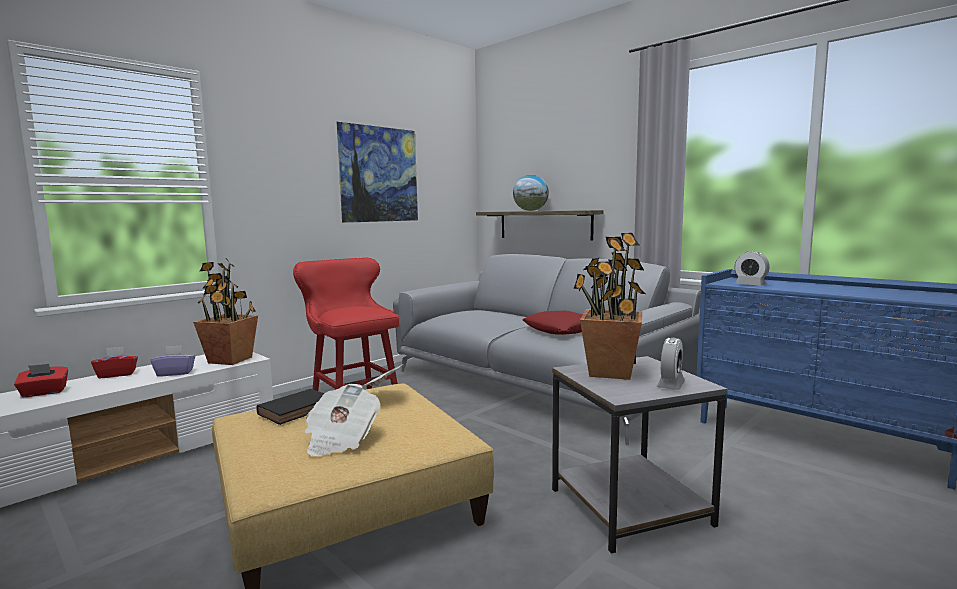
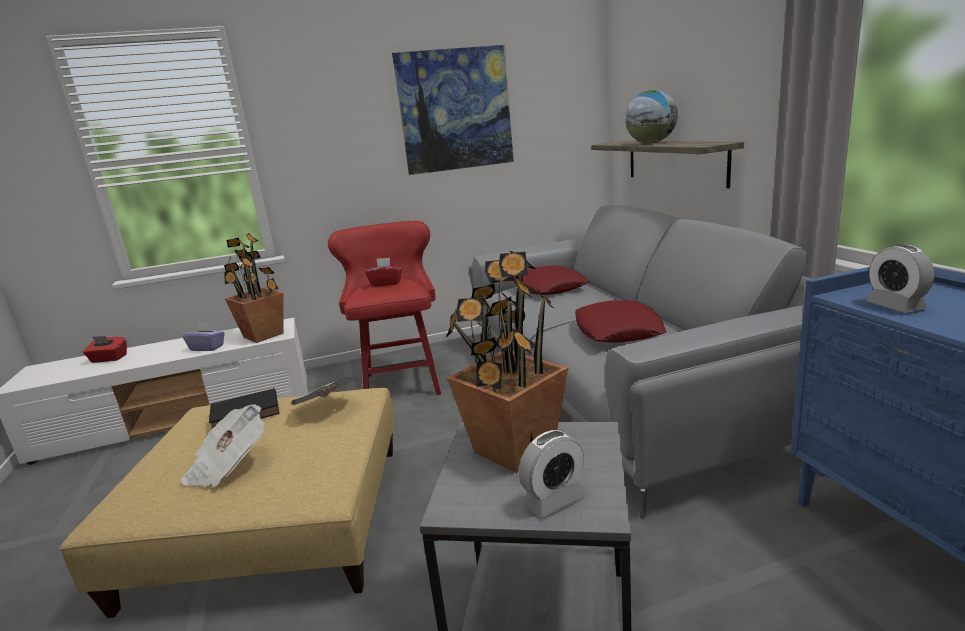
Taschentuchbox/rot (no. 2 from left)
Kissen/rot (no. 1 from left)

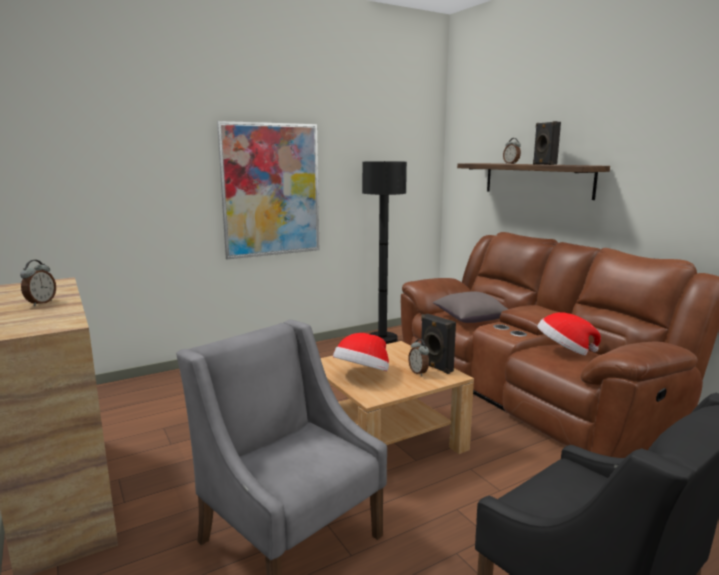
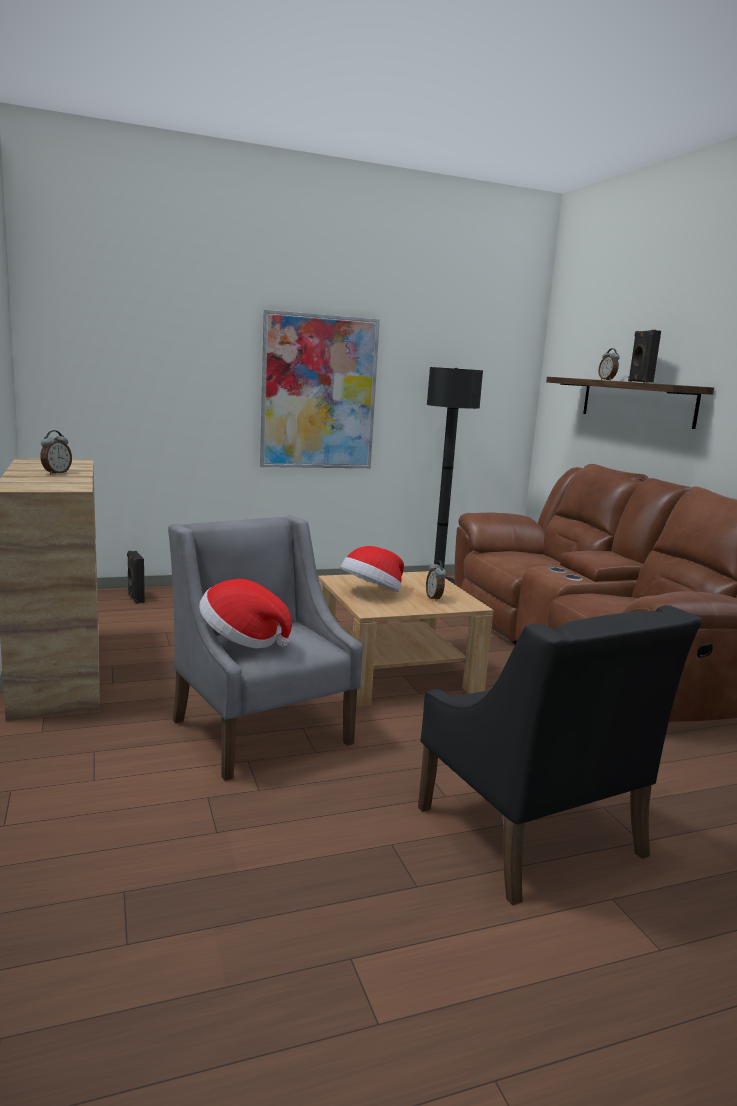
Kissen/grau
Hut (no. 1 from left)
Lautsprecher/schwarz (no. 1 from left)

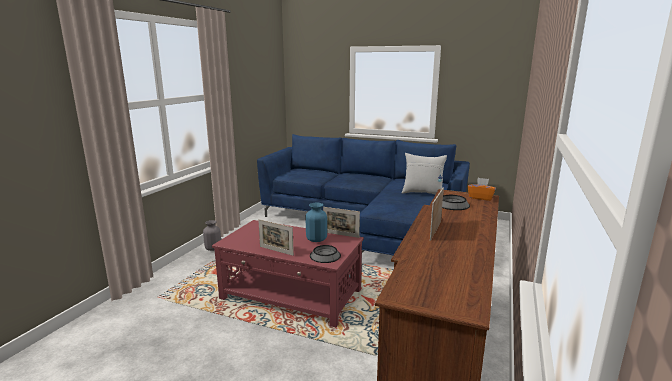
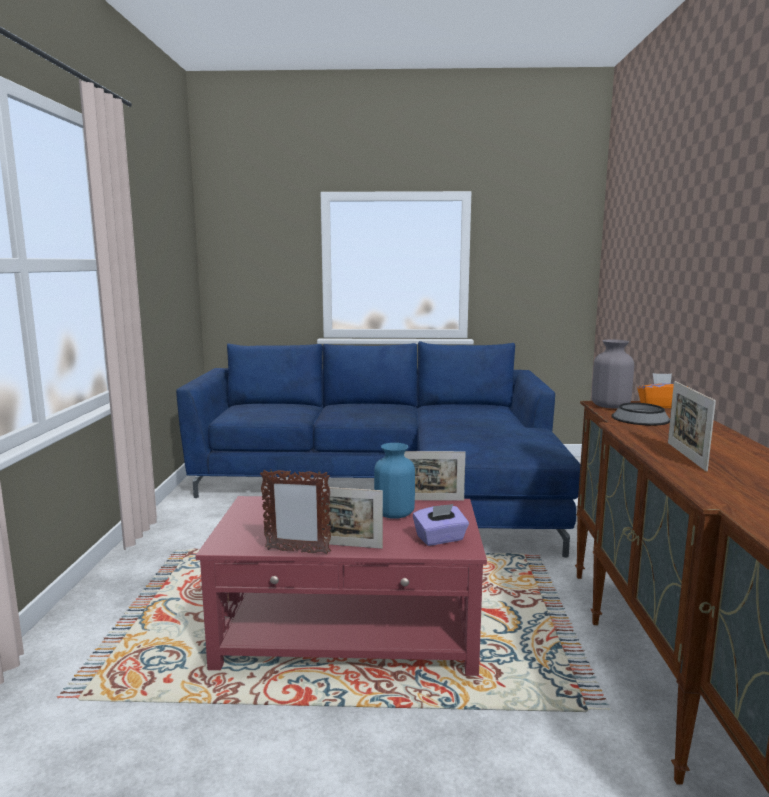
Kissen/grau
Vase/grau
Taschentuchbox/lila
Bilderrahmen (no. 1 from left)

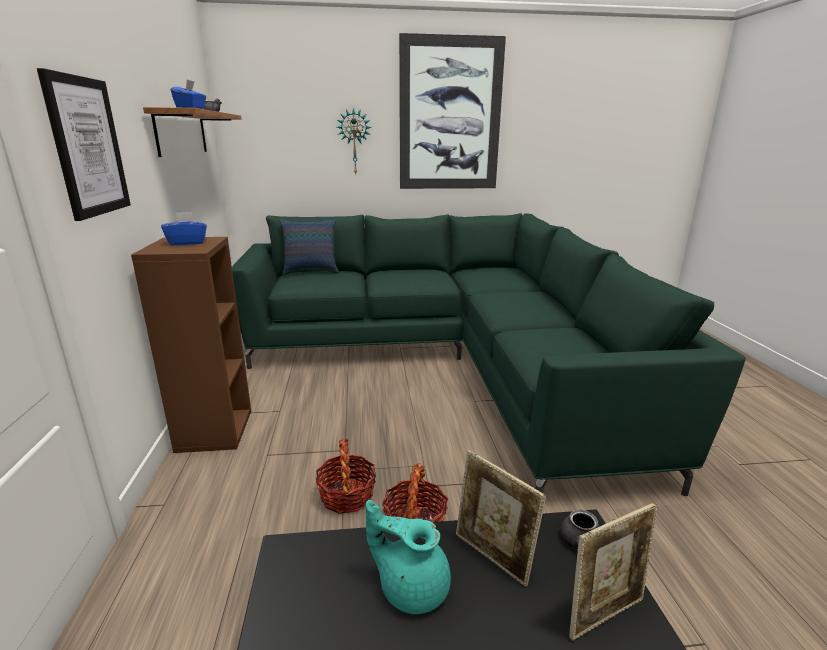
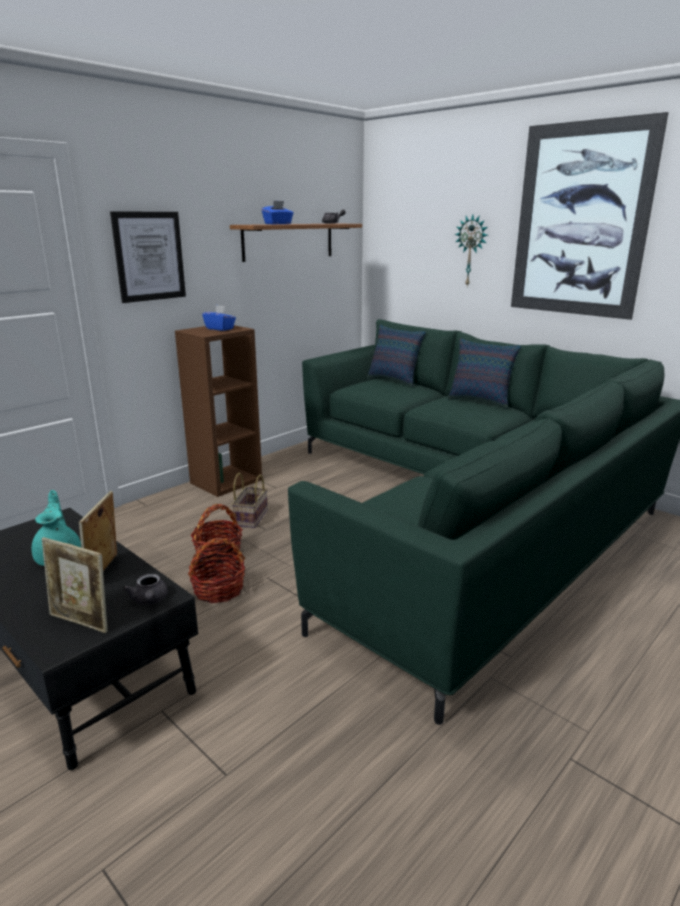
Kissen/blau (no. 2 from left)
Korb (no. 3 from left)

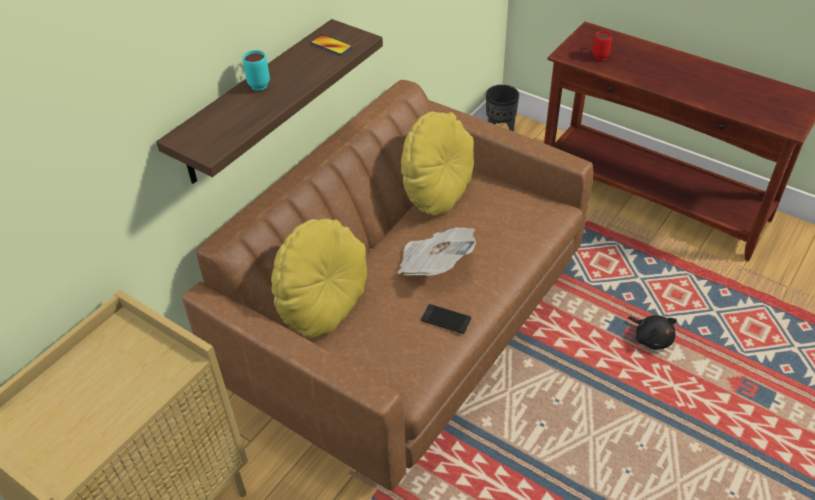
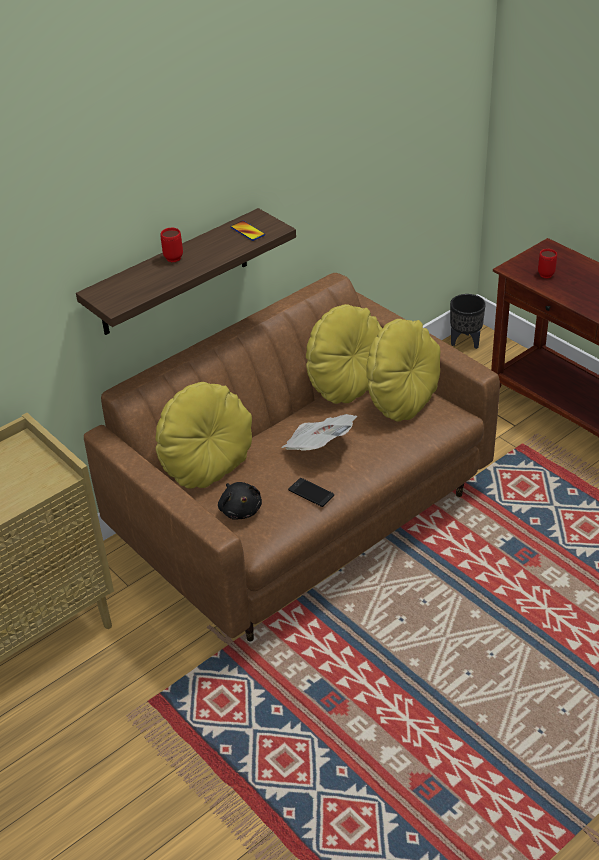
Henkelbecher/rot (no. 1 from left)
Plüschtier/schwarz
Kissen/gelb (no. 3 from left)

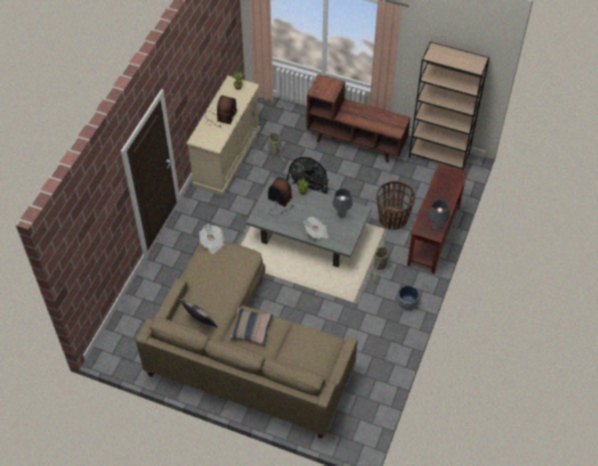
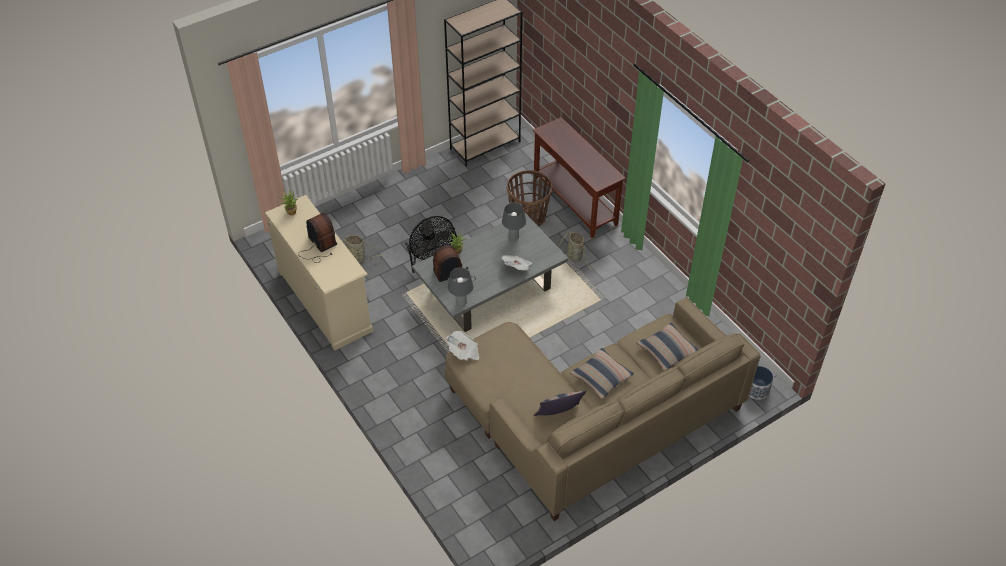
Fernsehschrank/braun
Tischlampe/grau (no. 1 from left)
Pflanzkübel
Kissen (no. 3 from left)

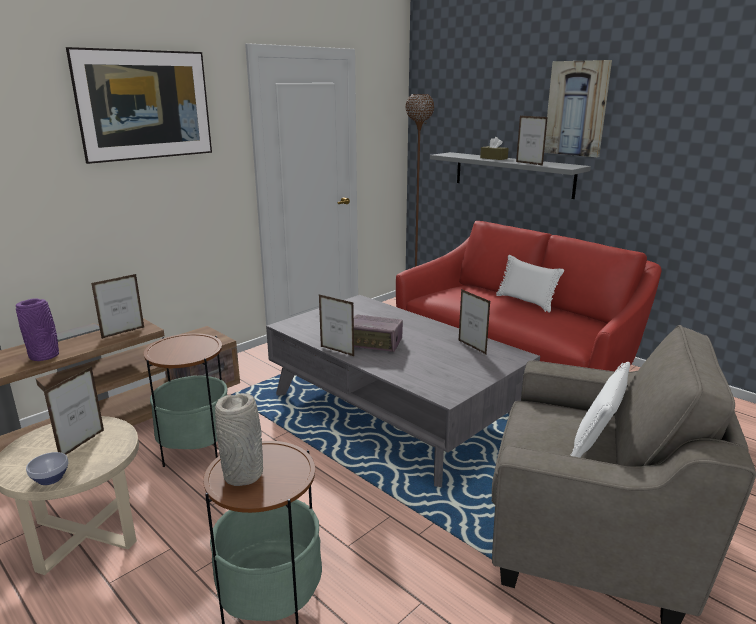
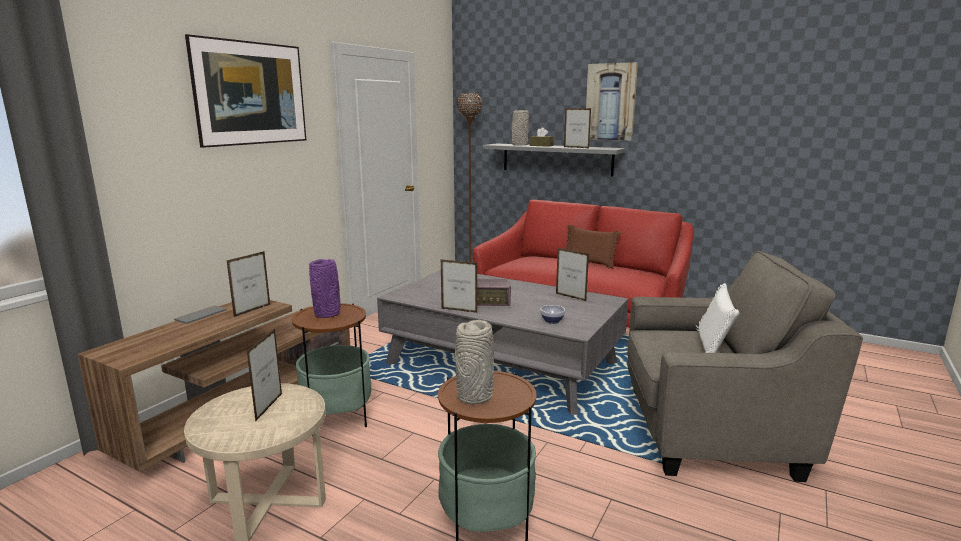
Kissen/braun
Vase/lila
Schüssel
Vase/grau (no. 2 from left)

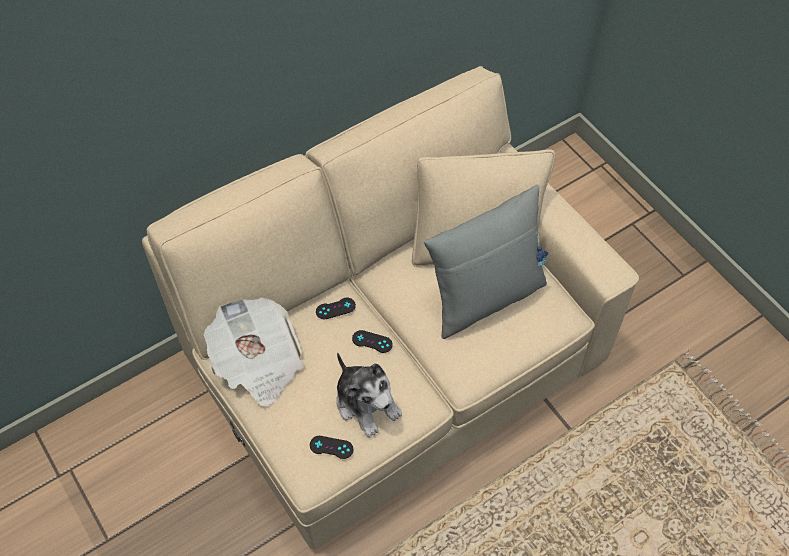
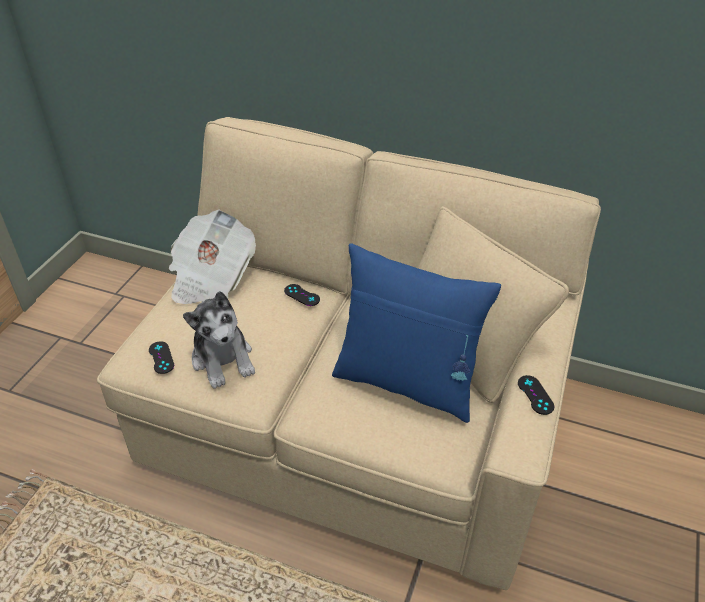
Kissen/blau
Gamepad/schwarz (no. 3 from left)
Plüschtier

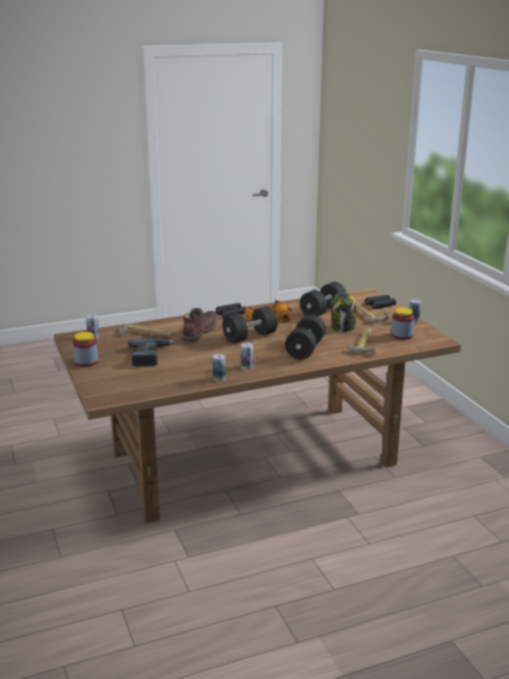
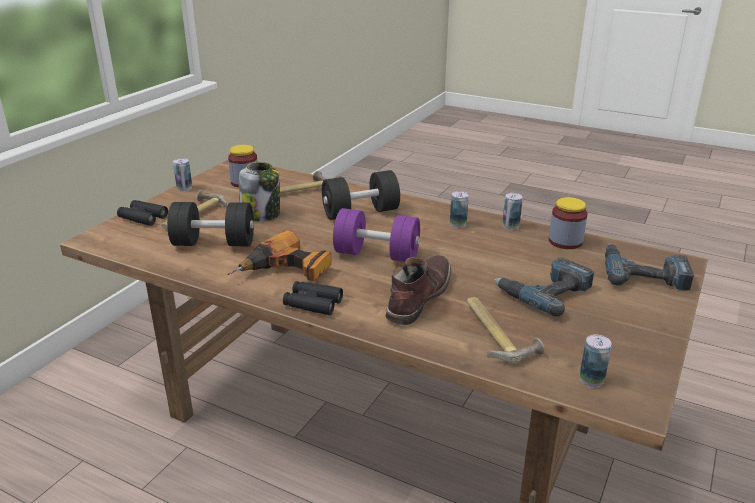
Hantel/lila
Stiefel/braun
Vorratsglas (no. 3 from left)
Bohrmaschine (no. 3 from left)

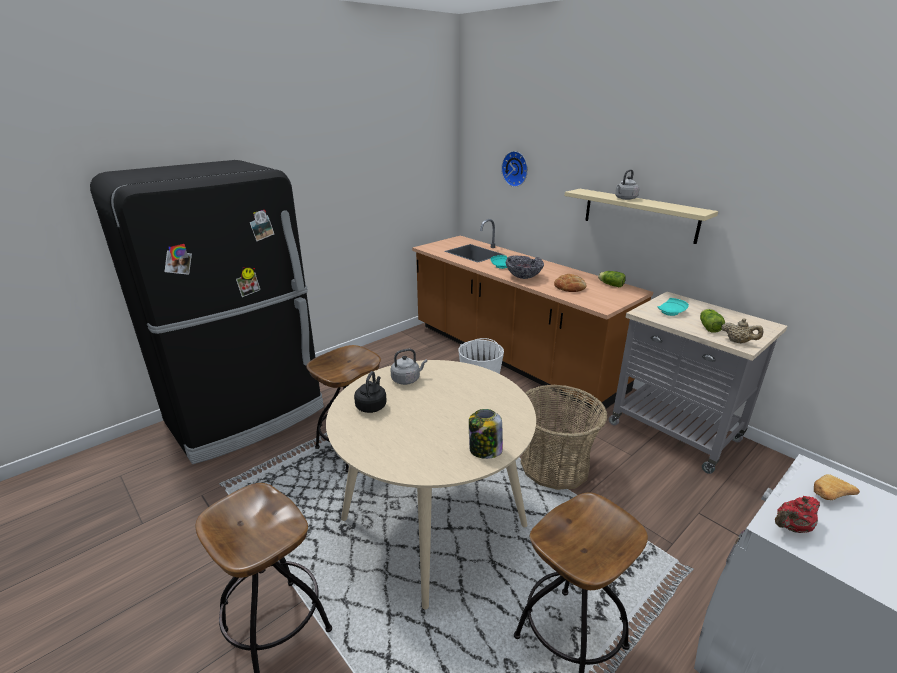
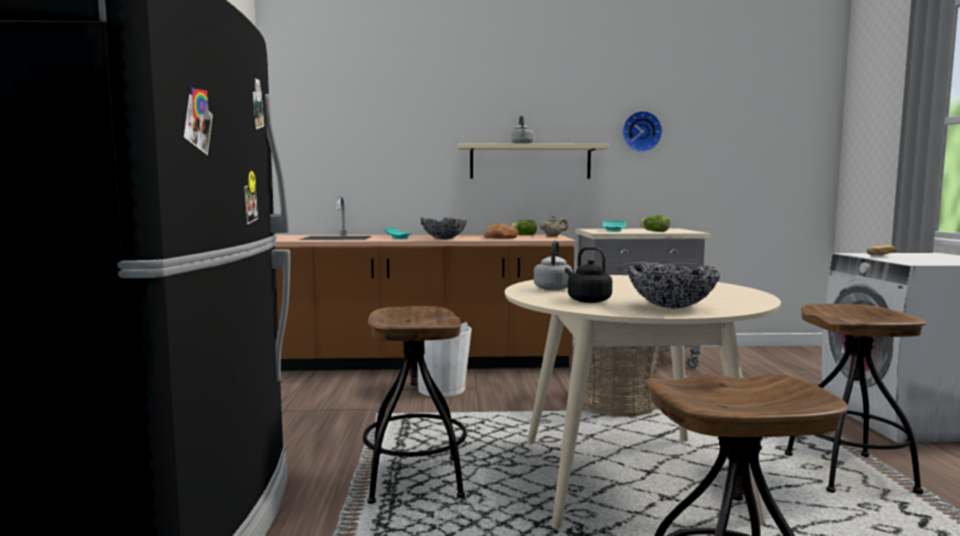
Wanduhr
Teekanne/beige
Vorratsglas
Teekanne/rot
Schüssel (no. 2 from left)

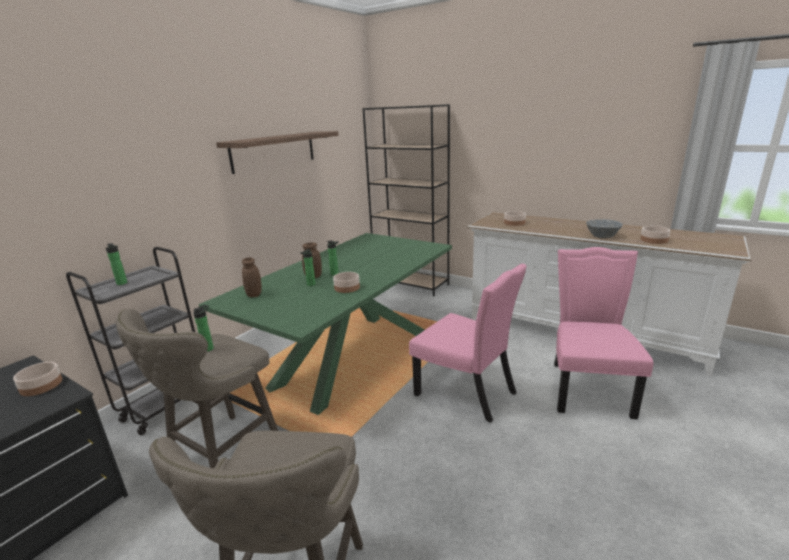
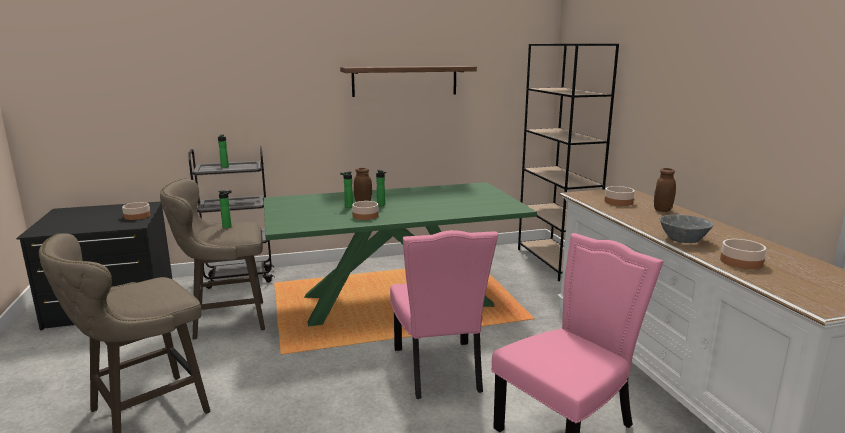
Vorratsglas/braun (no. 2 from left)

